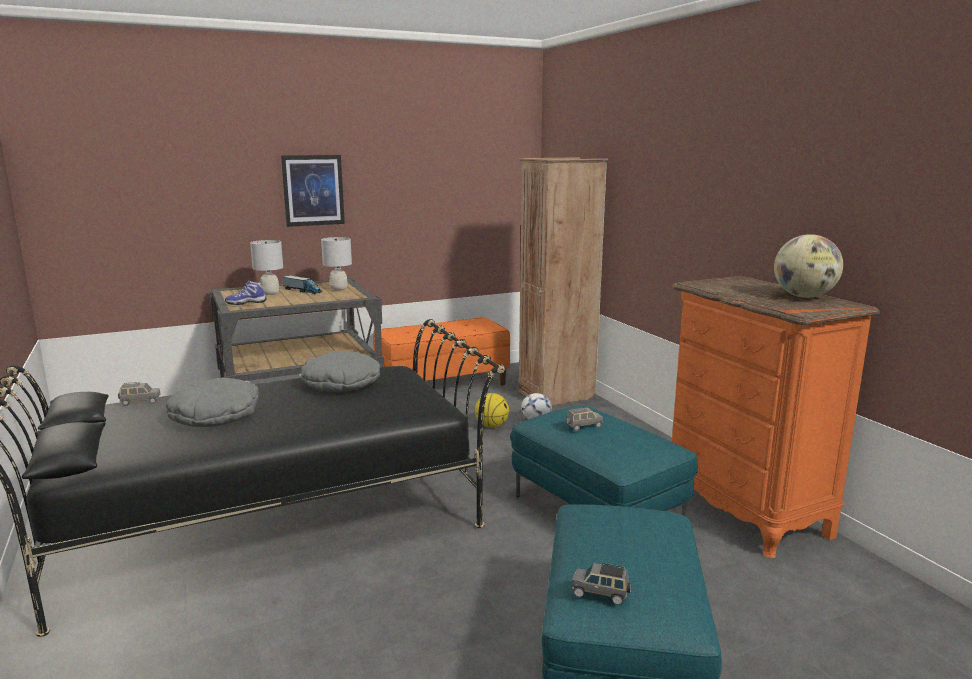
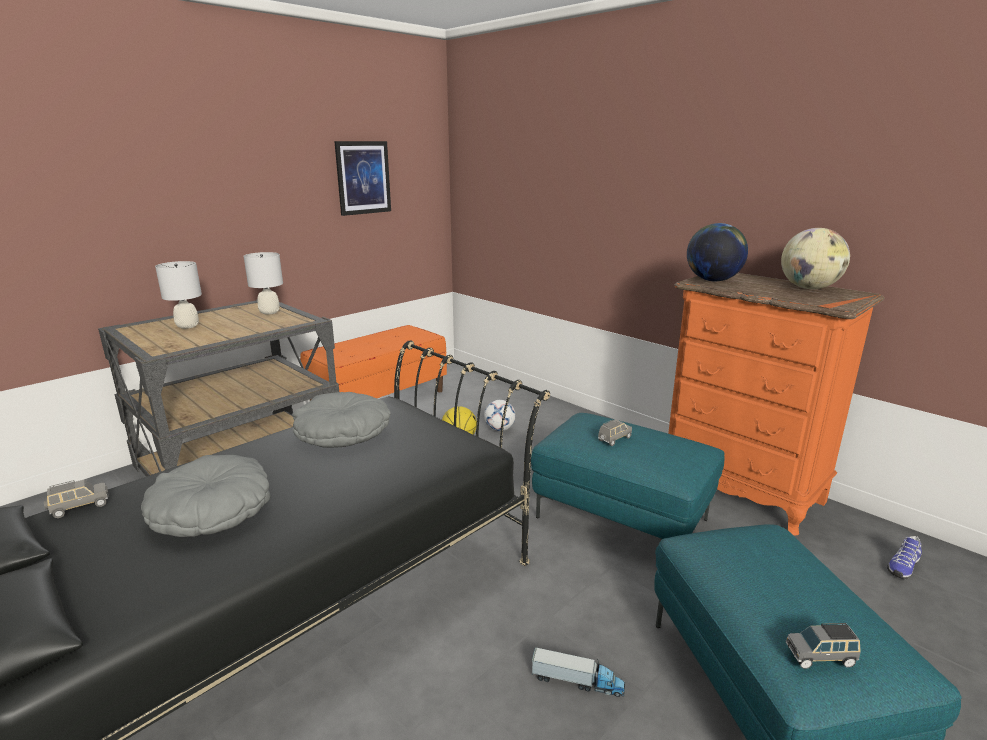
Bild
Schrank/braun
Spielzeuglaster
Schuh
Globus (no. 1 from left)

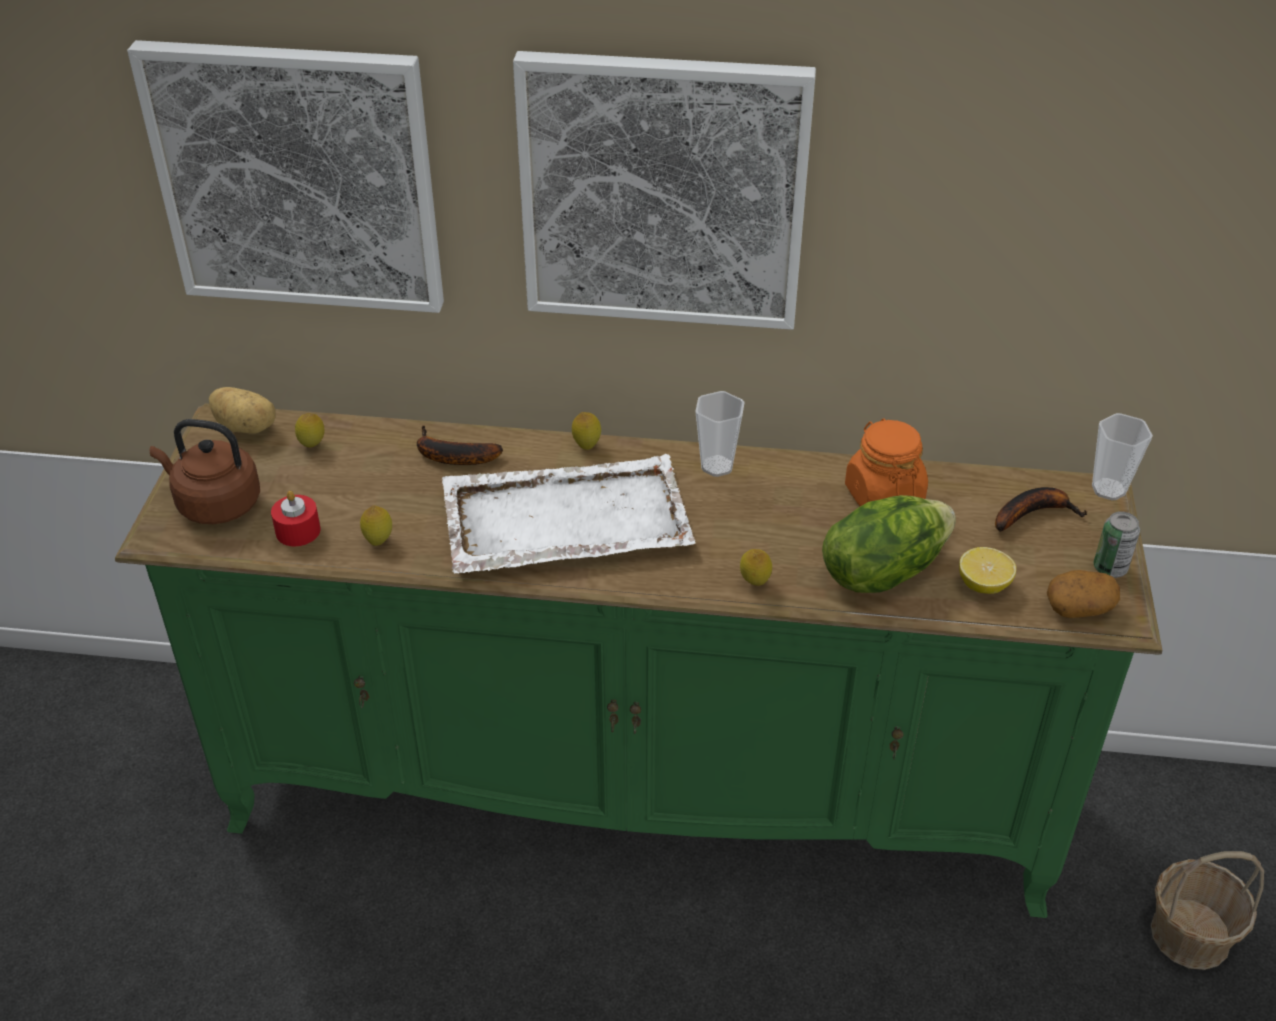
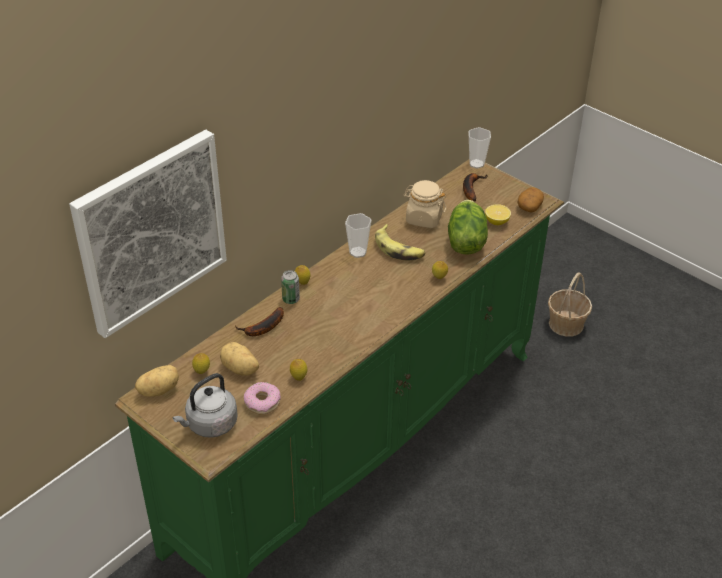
Bild (no. 2 from left in the first image)
Vorratsglas/beige
Wasserkessel/grau
Tablett/weiß
Donut
Dose
Banane (no. 2 from left)
Kartoffel (no. 2 from left)

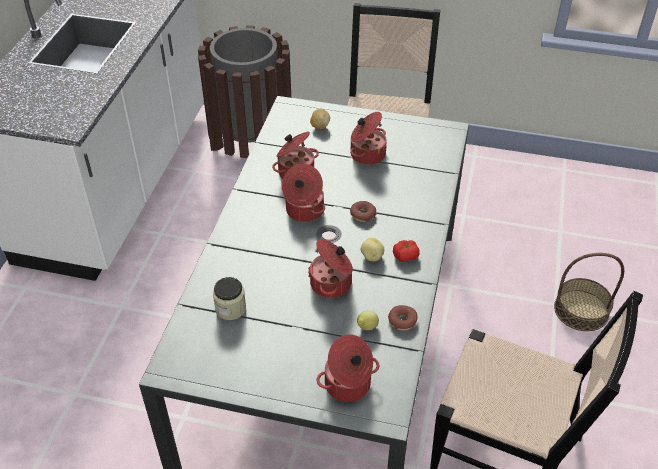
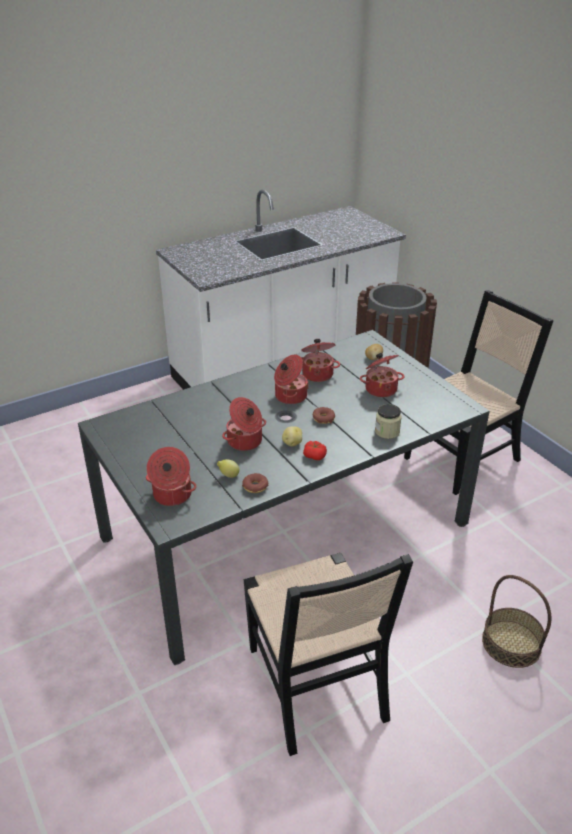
Vorratsglas

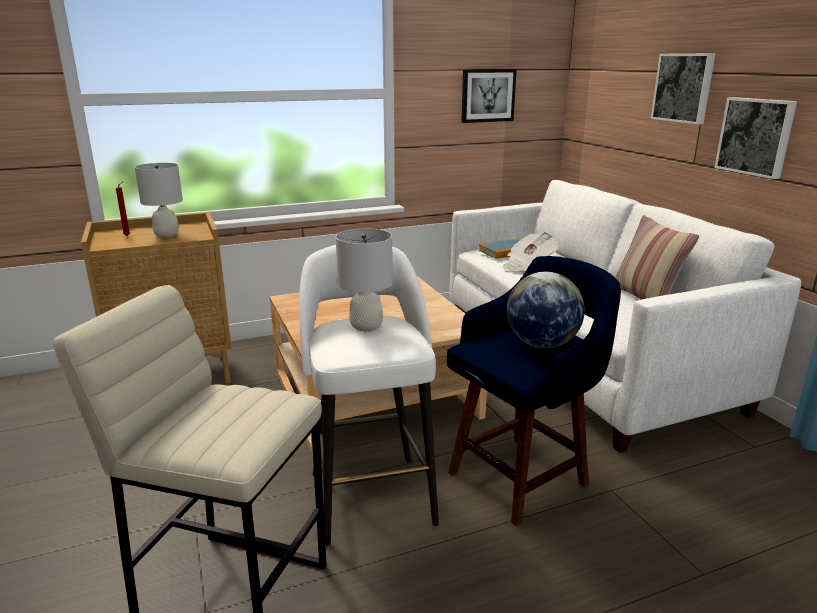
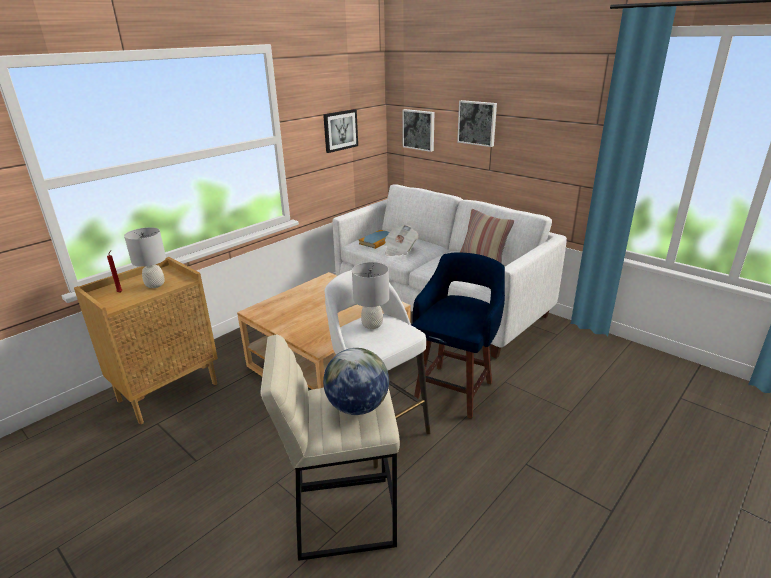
Bild (no. 2 from left)
Globus

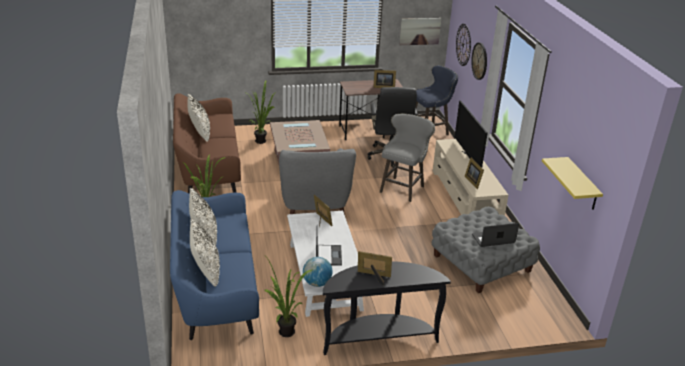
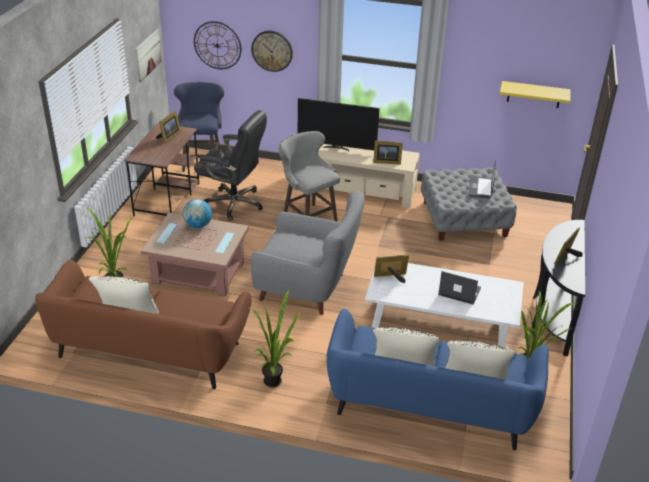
Globus

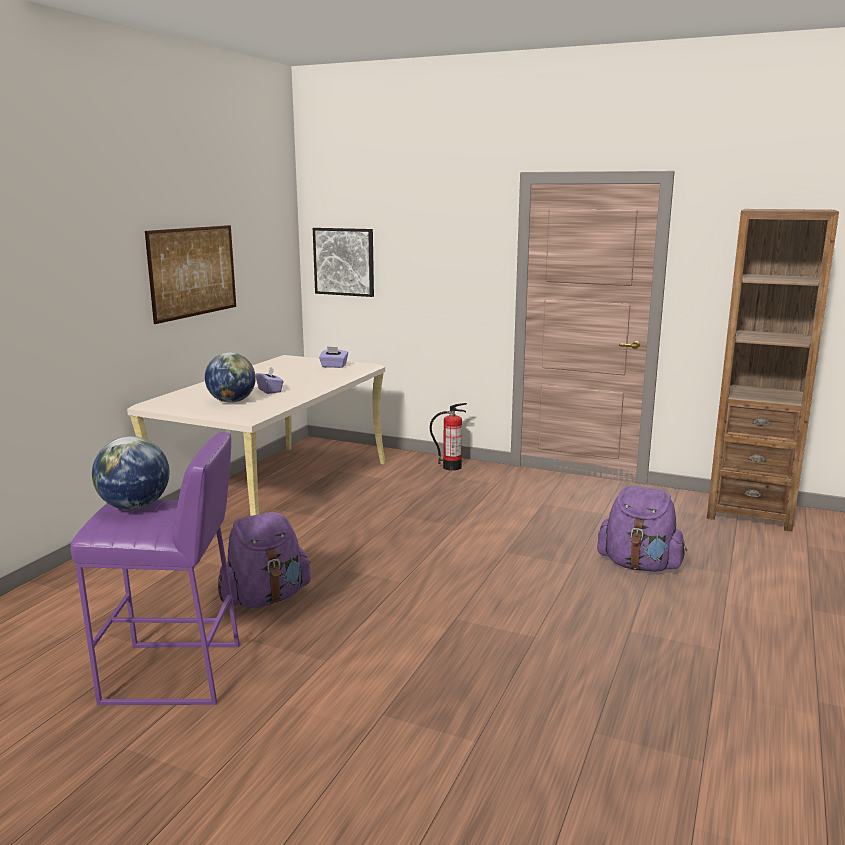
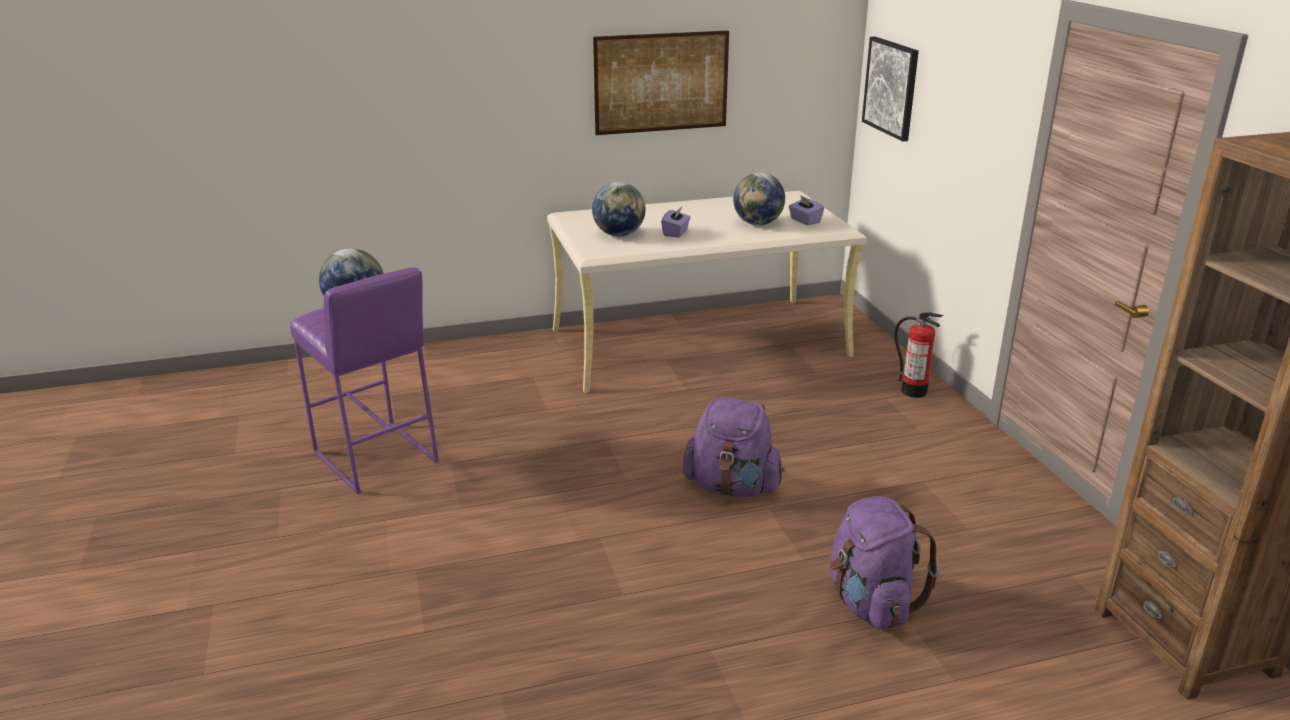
Rucksack/lila (no. 1 from left)
Globus (no. 3 from left)

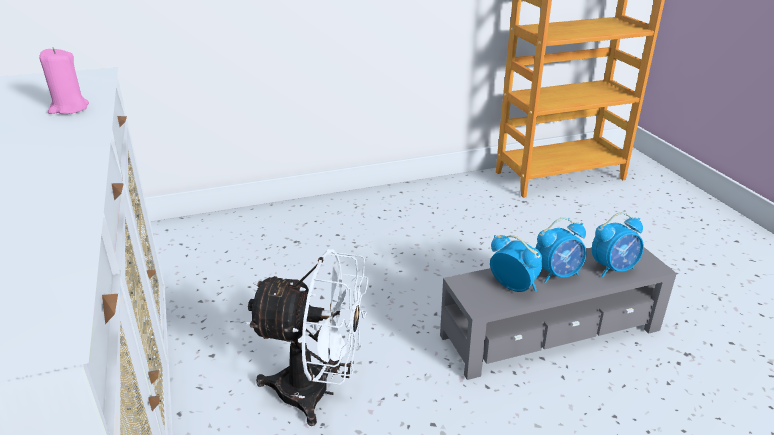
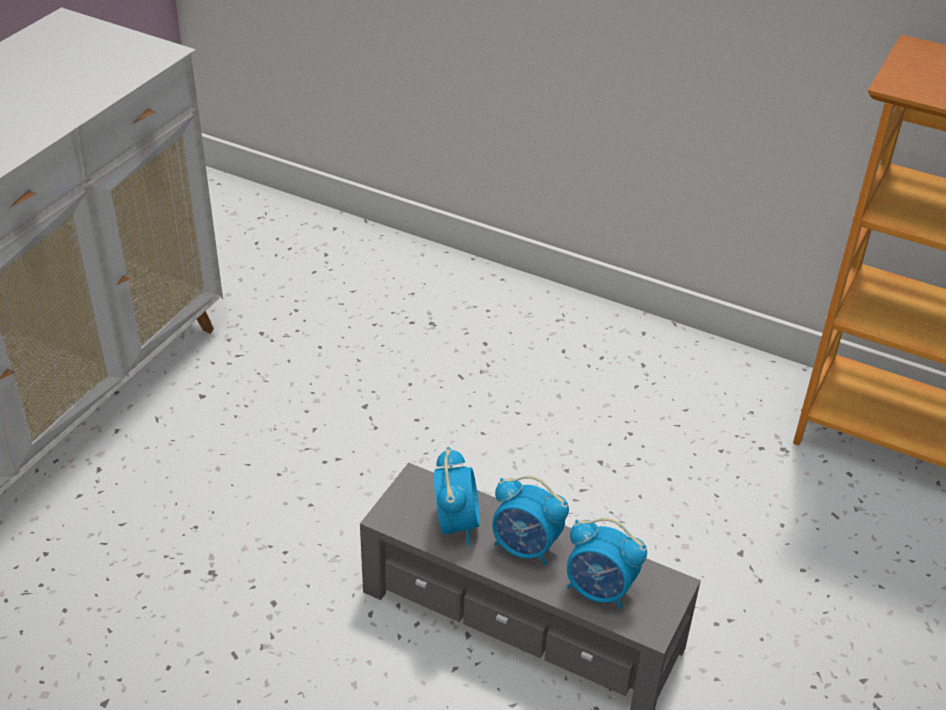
Kerze/rosa
Ventilator/weiß

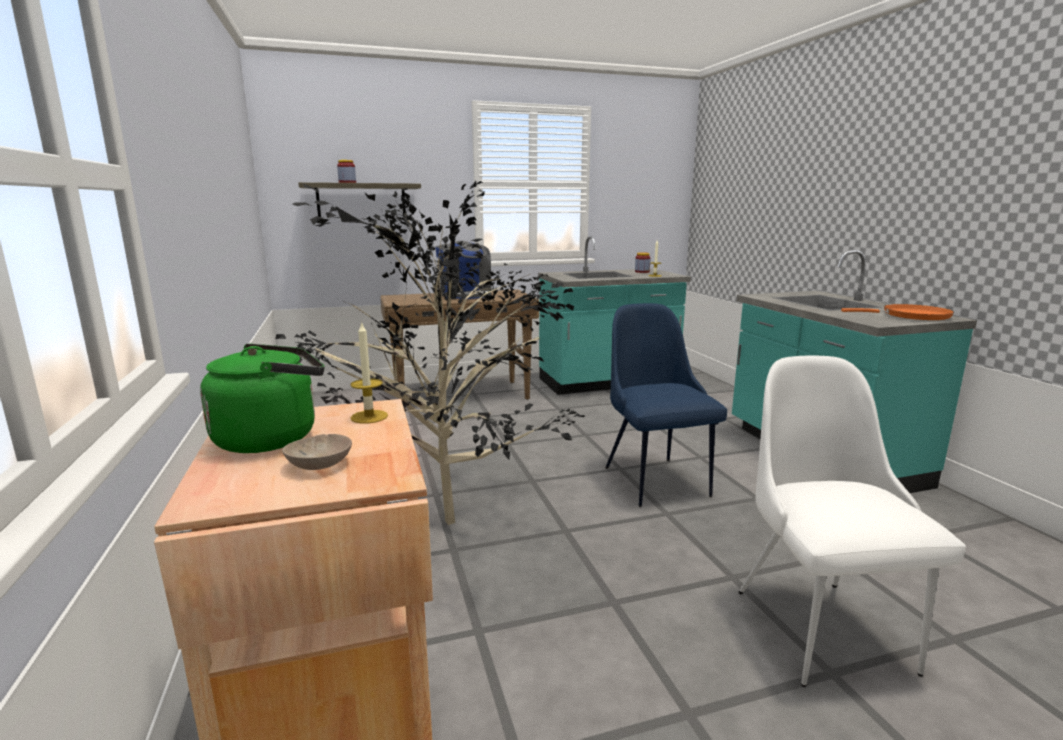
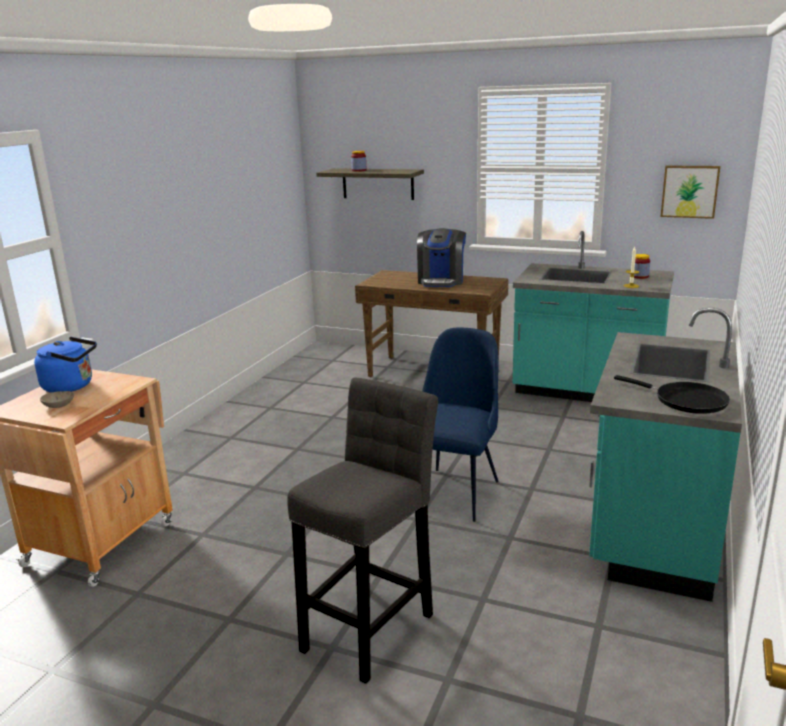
Topfpflanze
Pfanne/schwarz
Kerze (no. 1 from left in the first image)
Wasserkessel/blau
Hocker/grau
Bild

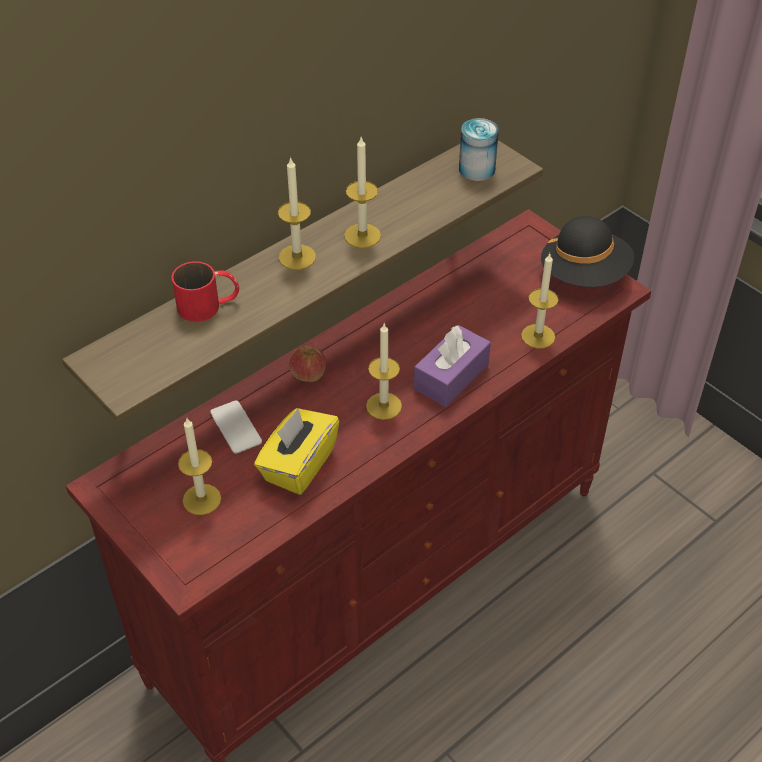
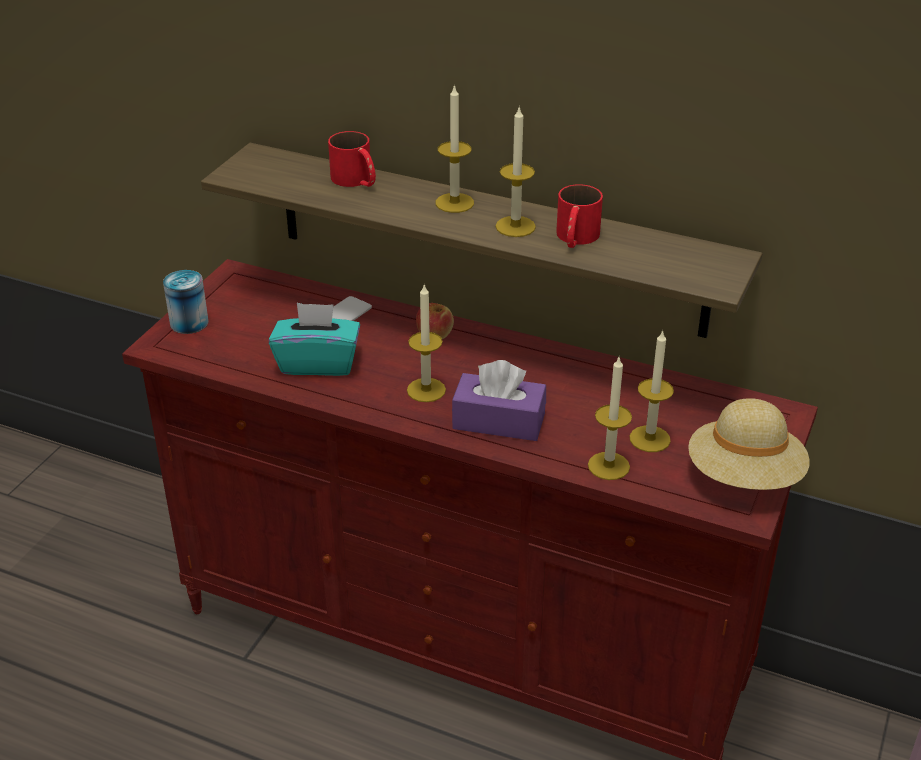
Dose
Hut/beige
Taschentuchbox/türkis
Kerze (no. 5 from left)
Henkelbecher/rot (no. 2 from left)

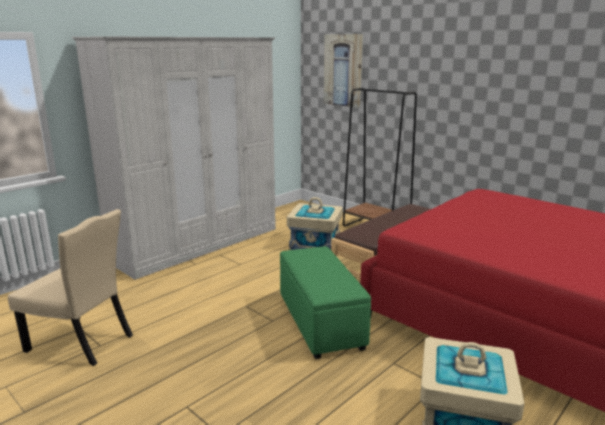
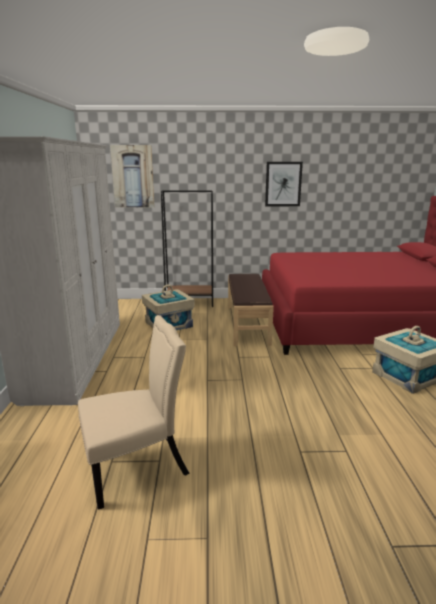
Polsterhocker/grün
Bild (no. 2 from left)

